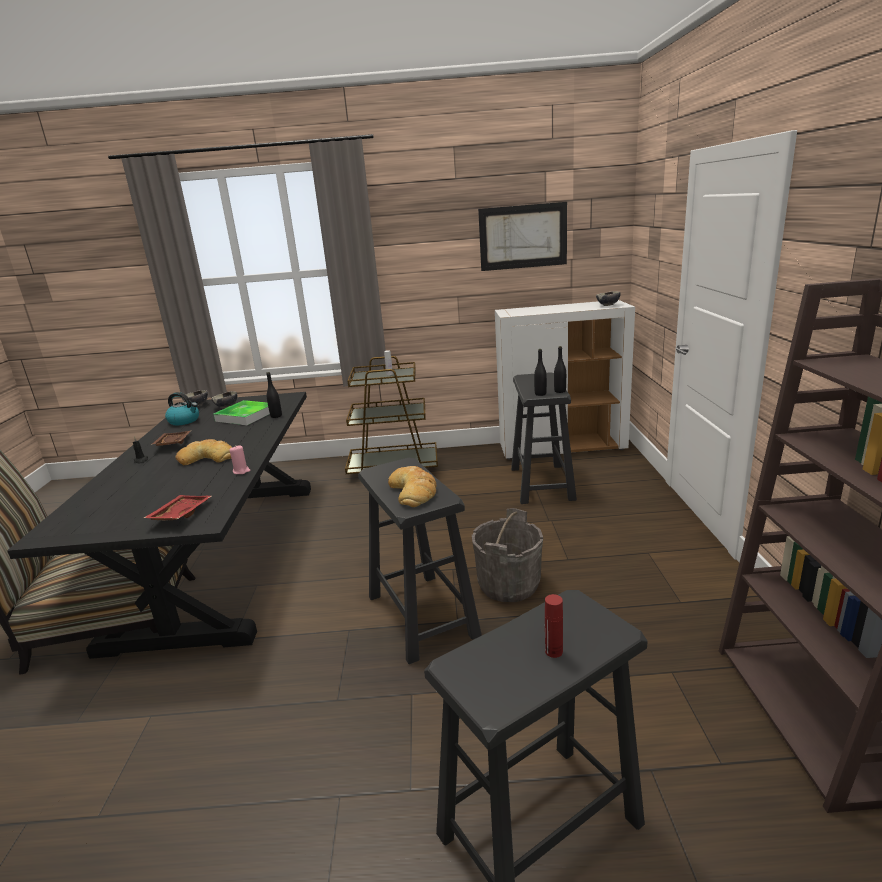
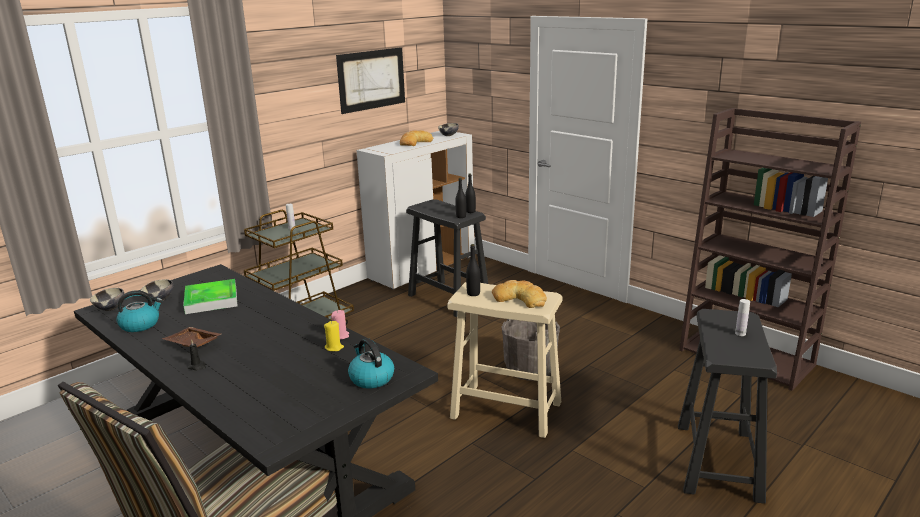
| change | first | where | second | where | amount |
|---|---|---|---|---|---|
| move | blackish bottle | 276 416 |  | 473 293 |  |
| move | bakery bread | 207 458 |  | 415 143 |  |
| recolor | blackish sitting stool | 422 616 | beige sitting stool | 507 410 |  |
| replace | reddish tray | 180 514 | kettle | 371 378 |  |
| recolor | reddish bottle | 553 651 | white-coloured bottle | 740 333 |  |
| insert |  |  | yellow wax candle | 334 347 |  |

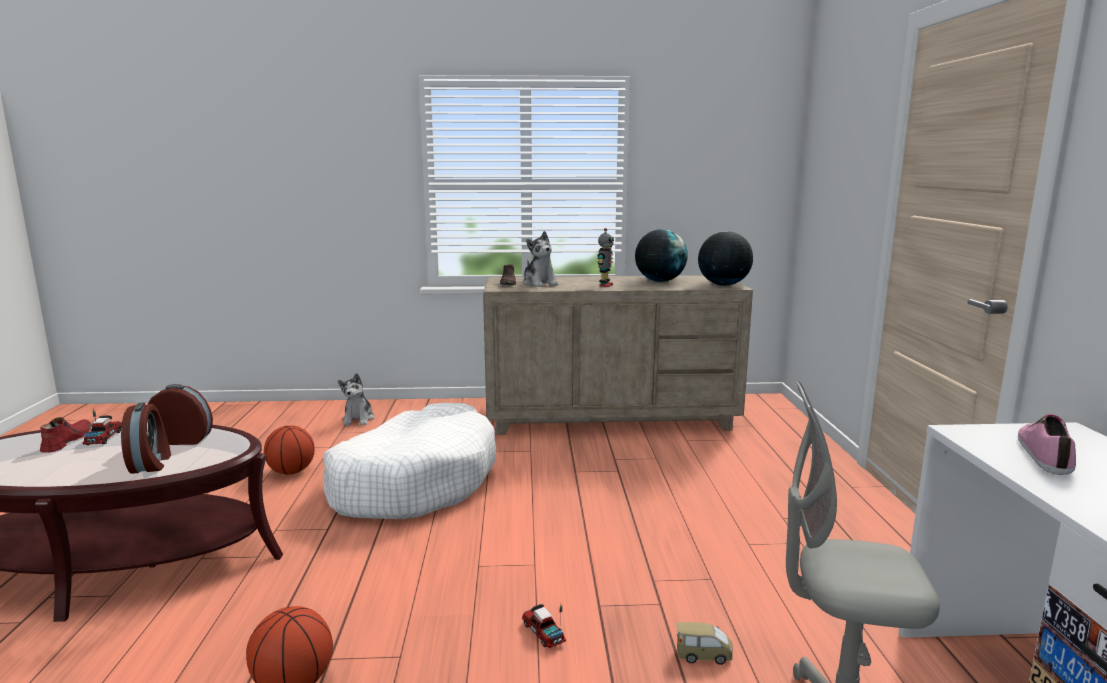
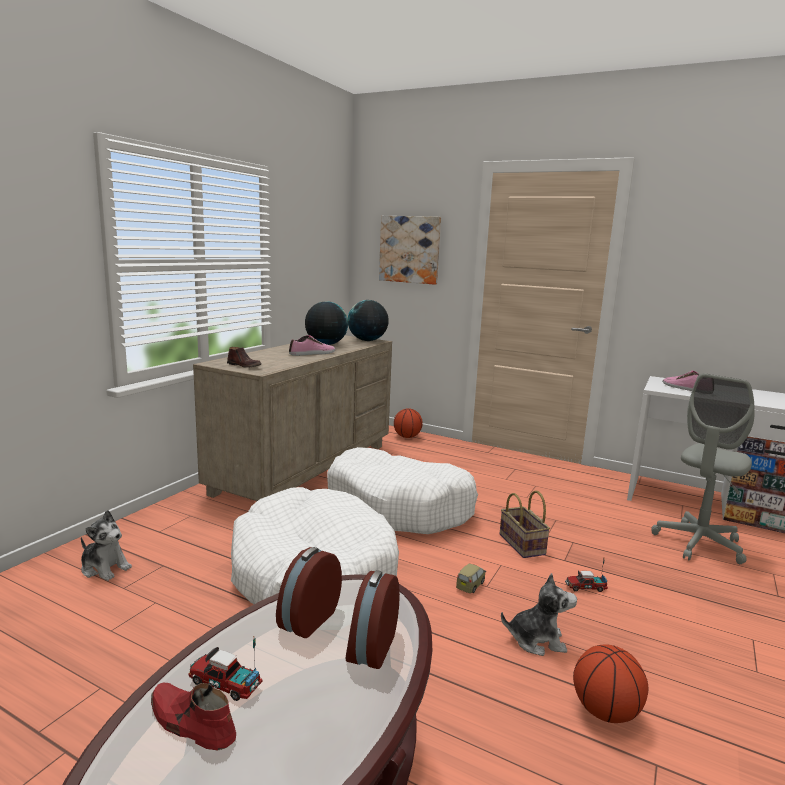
| change | first | where | second | where | amount |
|---|---|---|---|---|---|
| replace | model robot | 605 285 | item of footwear | 312 353 |  |
| move | cuddly toy | 539 283 |  | 537 640 |  |
| rotate | alarm clock | 151 463 |  | 370 647 | 90 degrees counterclockwise |
| move | ball for basketball | 291 472 |  | 407 437 |  |
| move | miniature car | 703 655 |  | 470 585 |  |
| insert |  |  | wall picture | 410 249 |  |
| insert |  |  | white-coloured pet bed | 399 508 |  |
| insert |  |  | basket | 523 545 |  |

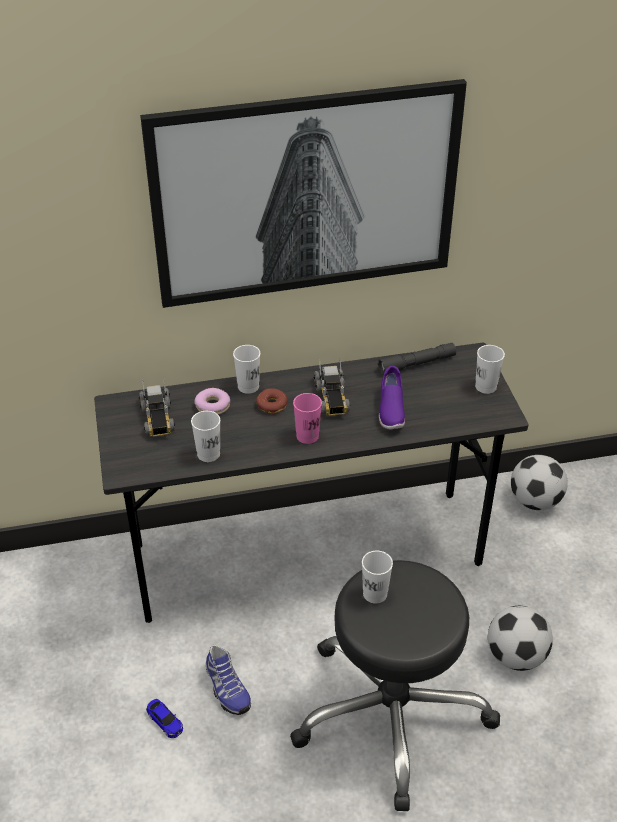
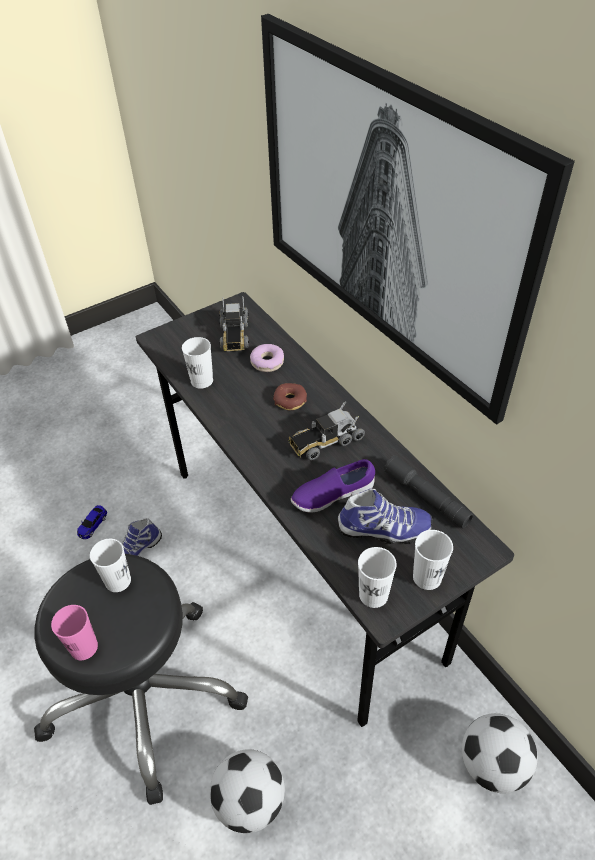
| change | first | where | second | where | amount |
|---|---|---|---|---|---|
| move | white-coloured cup | 248 386 |  | 373 595 |  |
| rotate | toy lorry | 157 418 |  | 234 334 | 60 degrees counterclockwise |
| move | pinkish cup | 307 436 |  | 84 647 |  |
| insert |  |  | item of footwear | 383 530 |  |

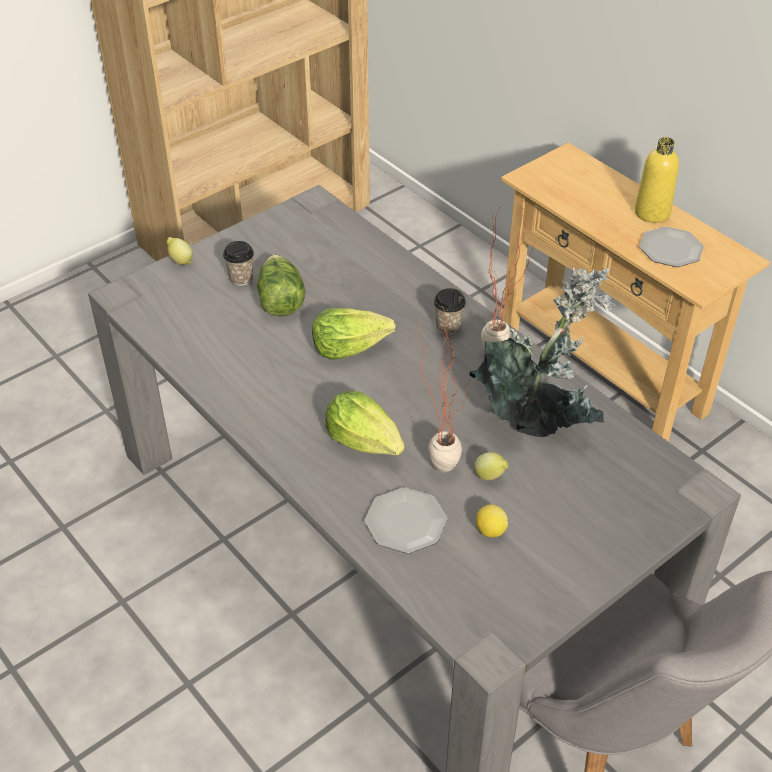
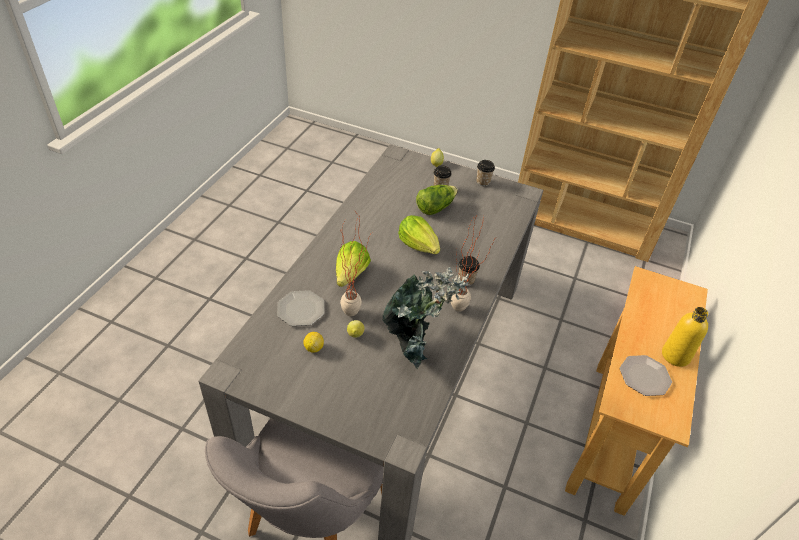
| change | first | where | second | where | amount |
|---|---|---|---|---|---|
| insert |  |  | cup | 483 182 |  |

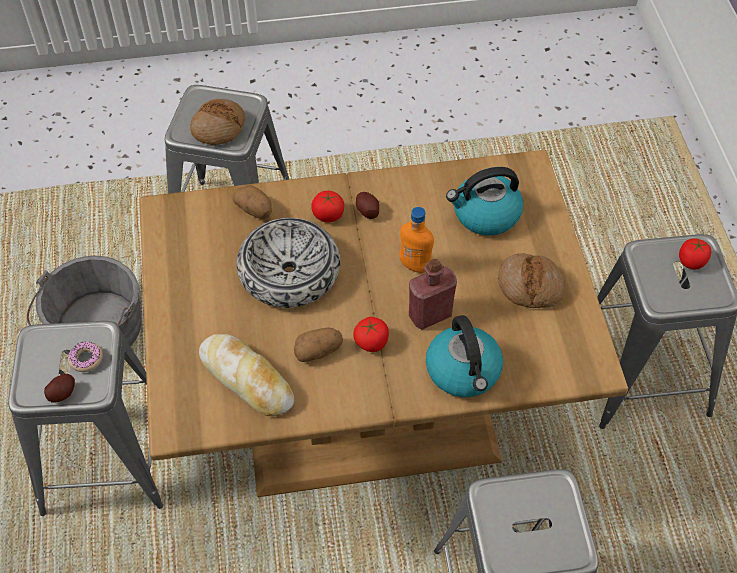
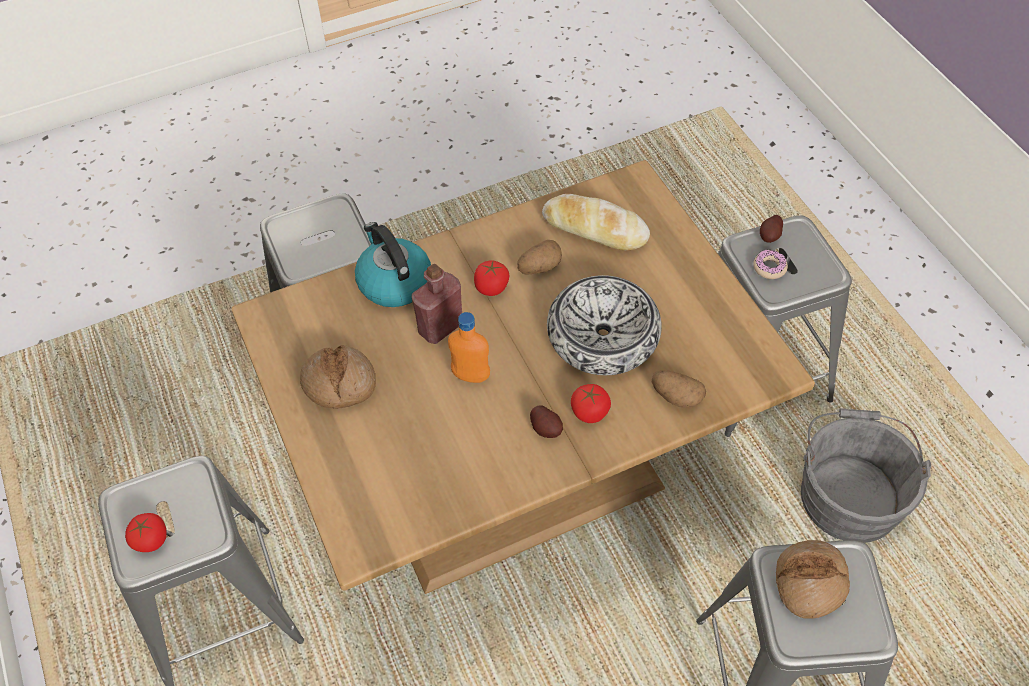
| change | first | where | second | where | amount |
|---|---|---|---|---|---|
| delete | kettle | 485 215 |  |  |  |

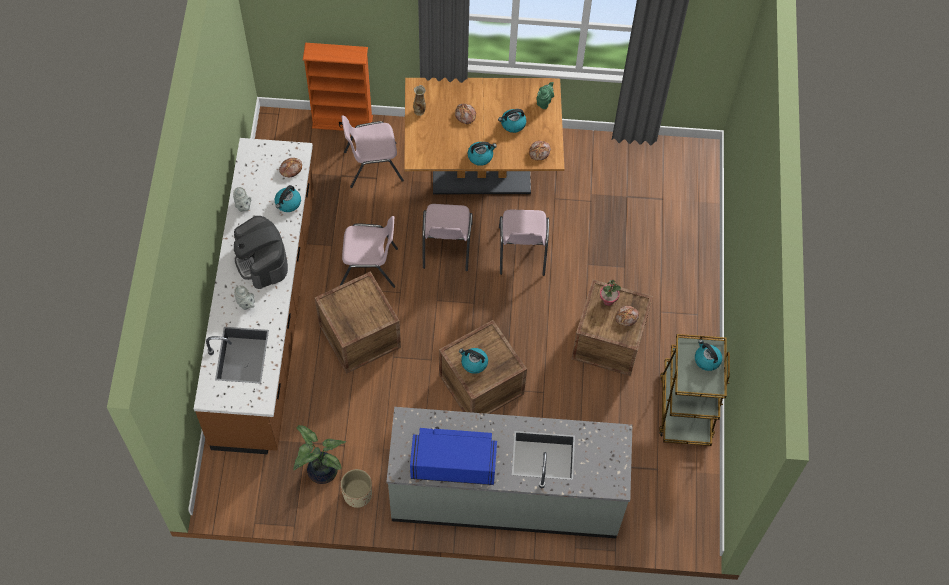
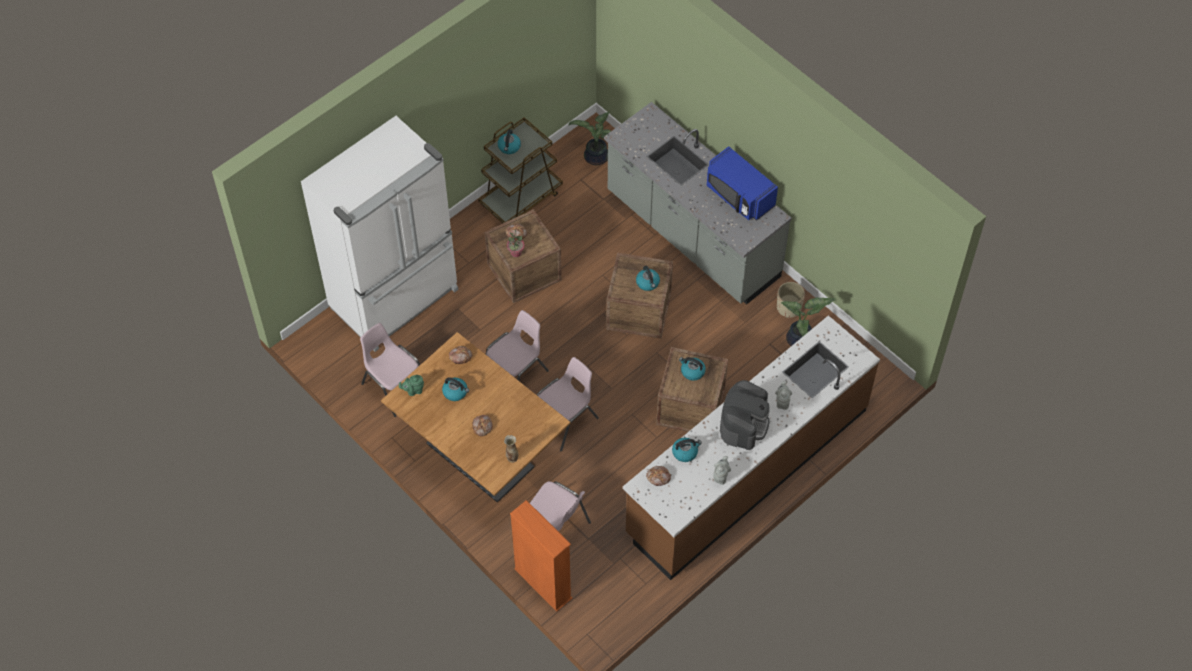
| change | first | where | second | where | amount |
|---|---|---|---|---|---|
| move | kettle | 480 156 |  | 692 371 |  |
| move | pinkish plain chair | 370 267 |  | 394 386 |  |
| insert |  |  | houseplant | 595 158 |  |
| insert |  |  | white-coloured fridge | 396 300 |  |

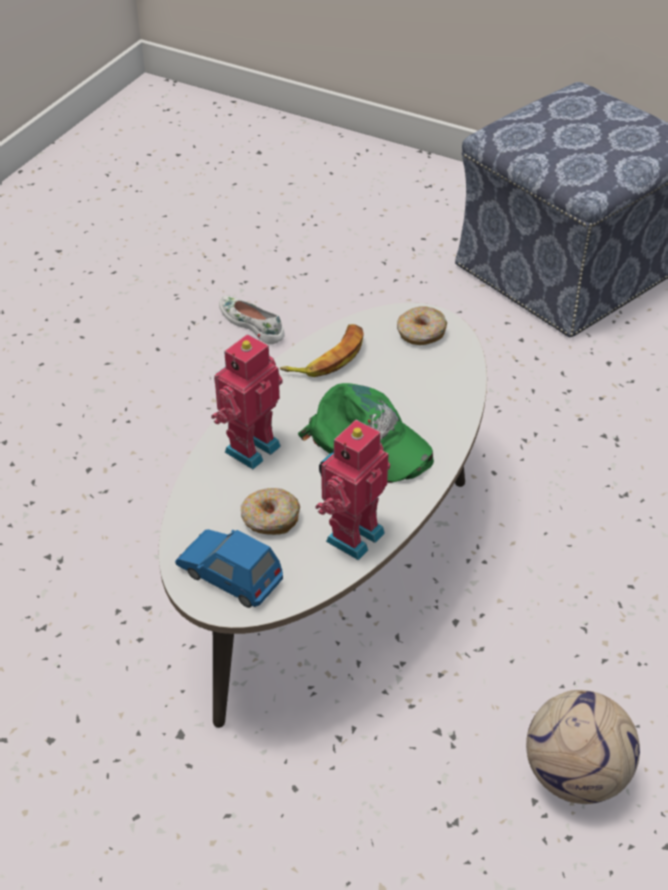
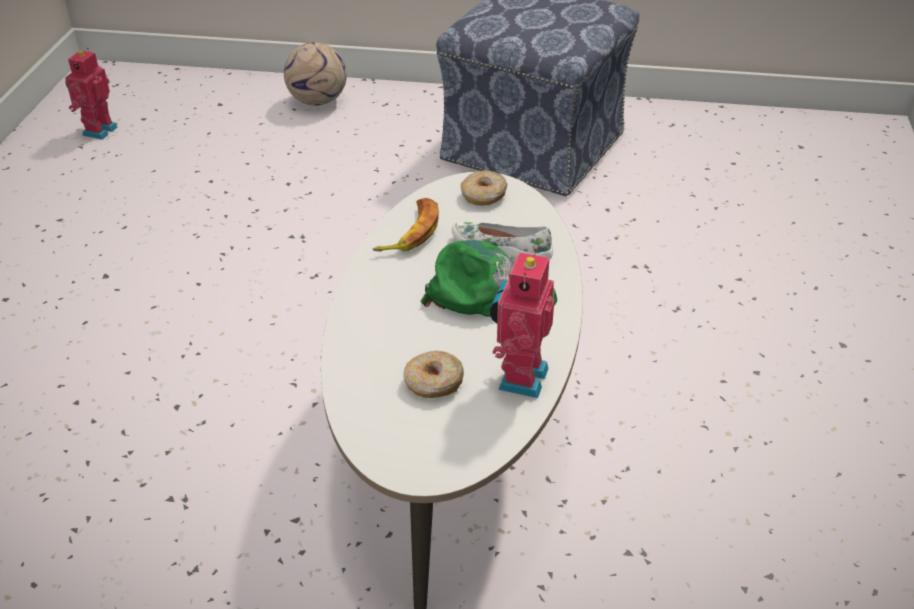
| change | first | where | second | where | amount |
|---|---|---|---|---|---|
| move | white-coloured item of footwear | 252 324 |  | 502 248 |  |
| move | model robot | 249 447 |  | 98 130 |  |
| delete | bluish miniature car | 230 575 |  |  |  |
| move | ball for football | 576 776 |  | 318 101 |  |

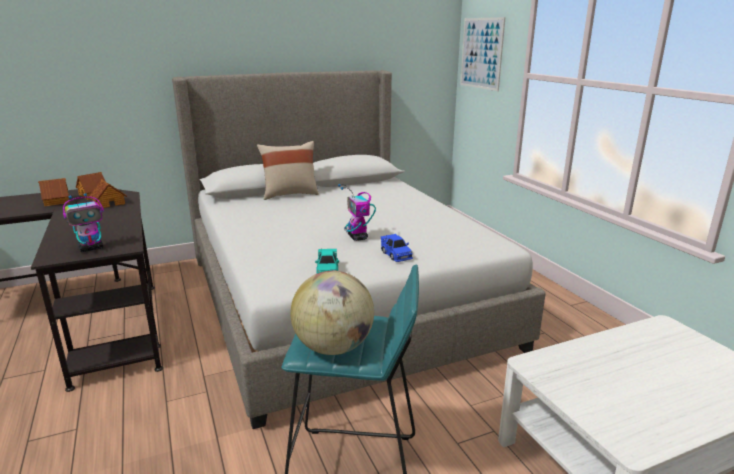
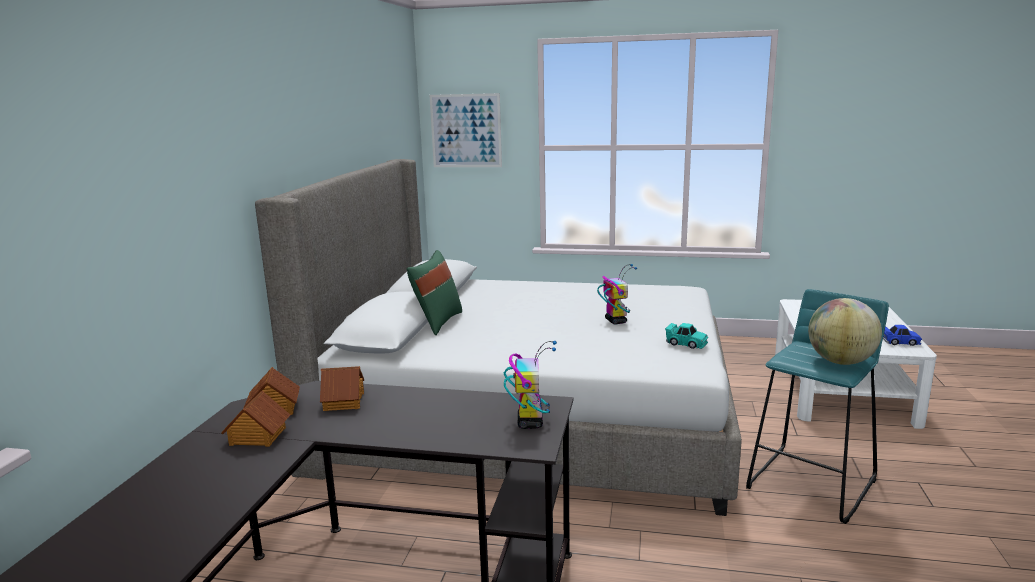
| change | first | where | second | where | amount |
|---|---|---|---|---|---|
| recolor | beige cushion | 290 194 | green-coloured cushion | 437 322 |  |
| rotate | model robot | 357 237 |  | 615 321 | 120 degrees counterclockwise |
| move | bluish miniature car | 396 255 |  | 900 342 |  |

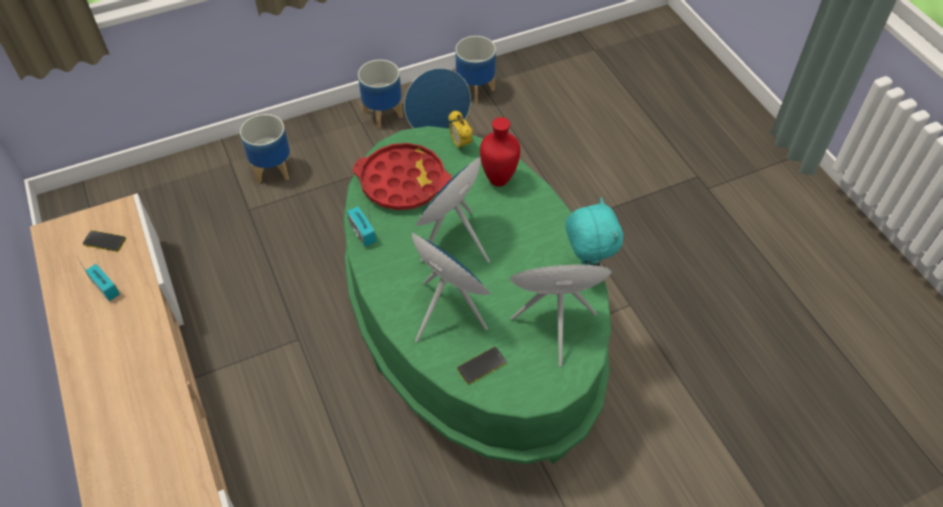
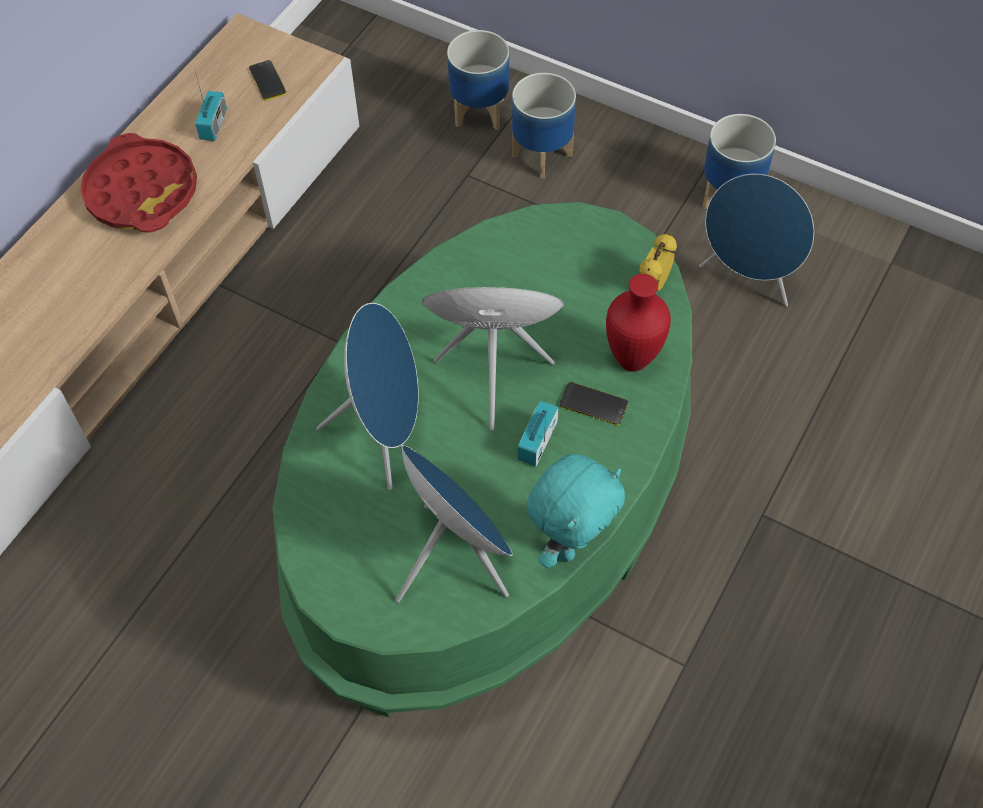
| change | first | where | second | where | amount |
|---|---|---|---|---|---|
| move | plant pot | 475 90 |  | 480 112 |  |
| move | reddish tray | 403 182 |  | 142 192 |  |
| move | radio | 362 233 |  | 537 441 |  |
| move | phone | 482 366 |  | 593 404 |  |

